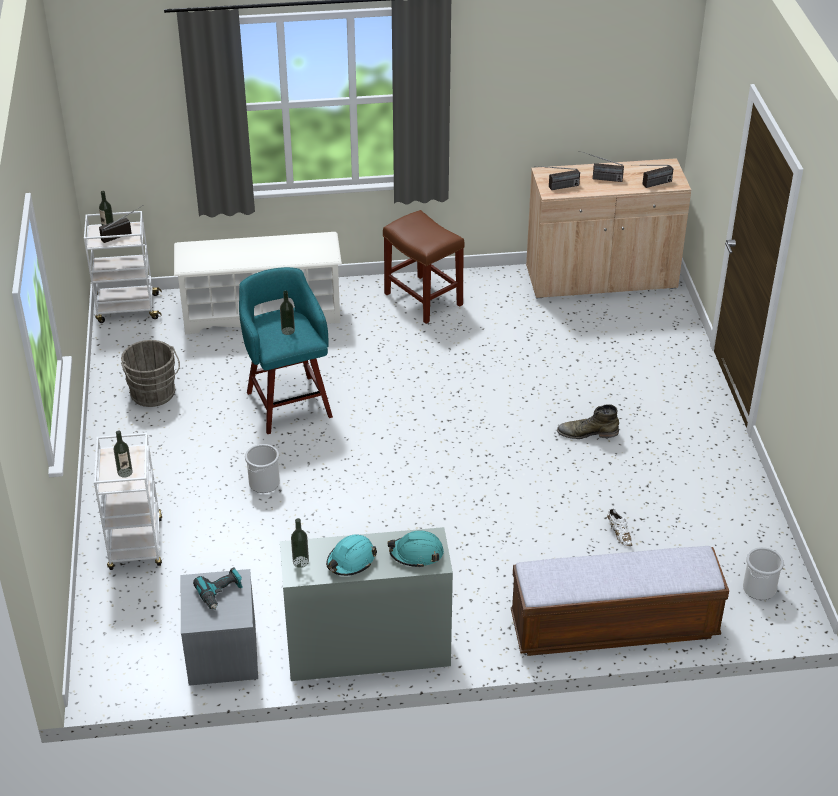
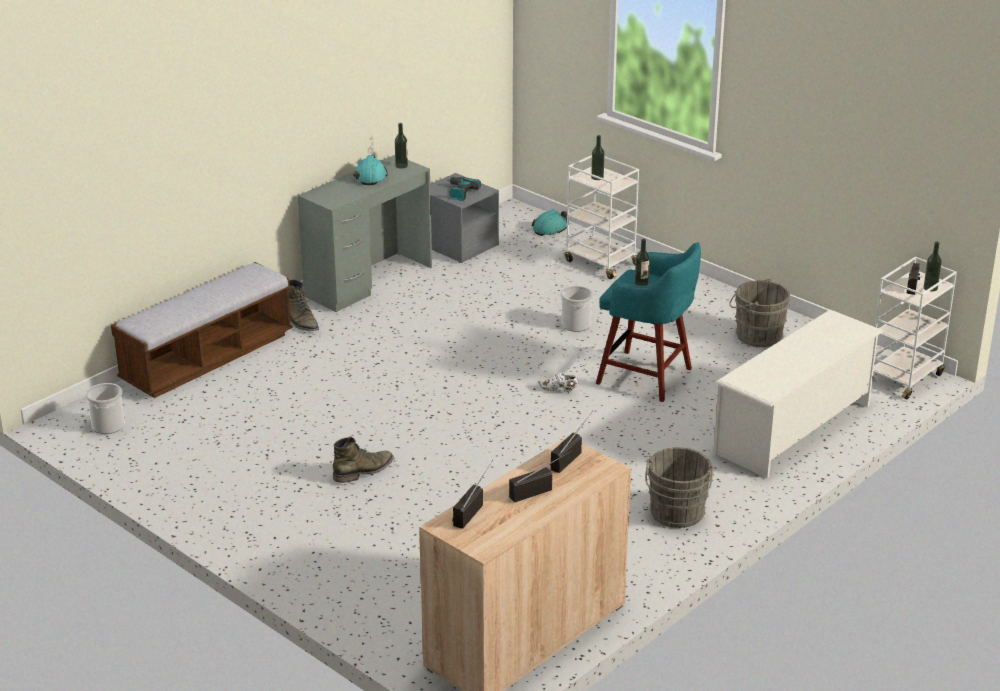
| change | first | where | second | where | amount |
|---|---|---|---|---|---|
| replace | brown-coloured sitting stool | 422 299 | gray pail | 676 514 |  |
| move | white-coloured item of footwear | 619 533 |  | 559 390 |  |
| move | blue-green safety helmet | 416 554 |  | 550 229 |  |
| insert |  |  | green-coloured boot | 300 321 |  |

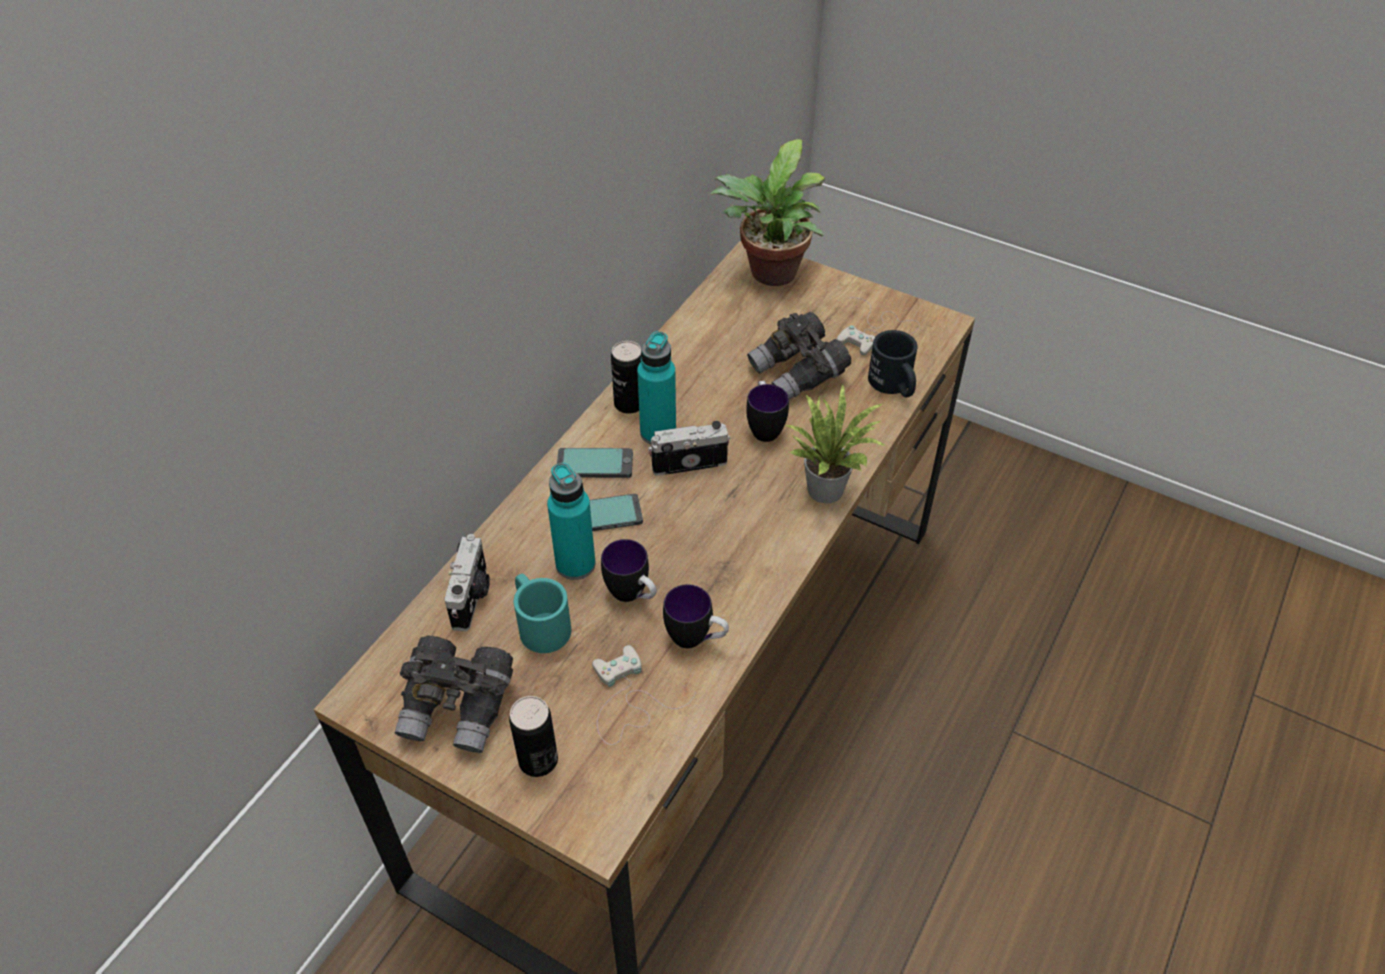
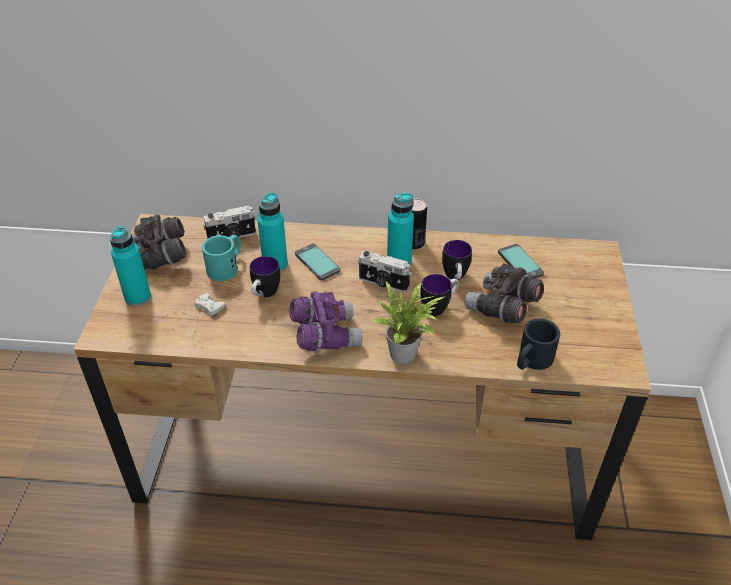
| change | first | where | second | where | amount |
|---|---|---|---|---|---|
| delete | houseplant | 769 275 |  |  |  |
| delete | white-coloured gamepad | 877 330 |  |  |  |
| rotate | still camera | 688 462 |  | 383 283 | 150 degrees clockwise |
| move | phone | 595 464 |  | 520 263 |  |
| move | mug | 696 639 |  | 455 278 |  |
| replace | metal can | 538 760 | blue-green bottle | 138 297 |  |
| insert |  |  | purple field glasses | 325 335 |  |

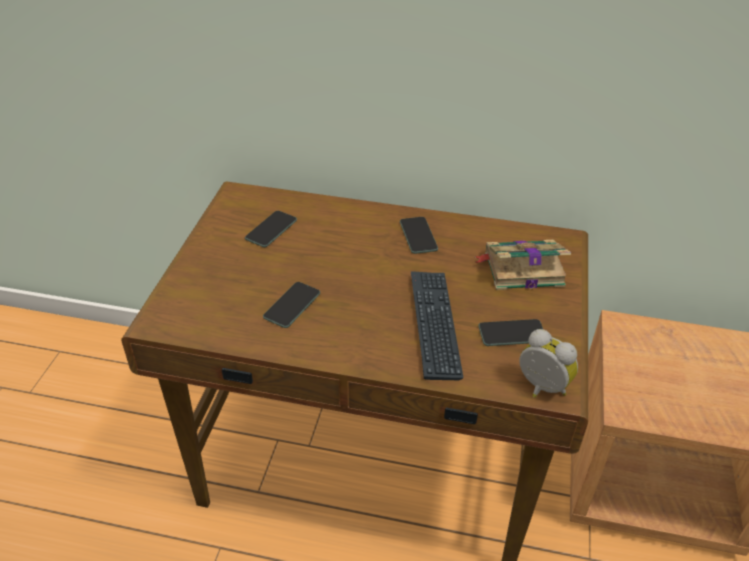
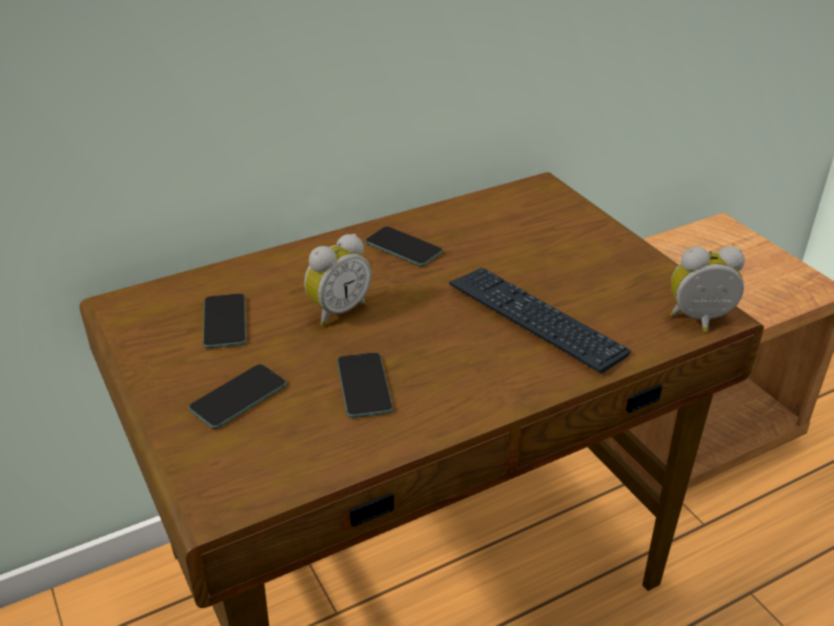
| change | first | where | second | where | amount |
|---|---|---|---|---|---|
| delete | volume | 521 269 |  |  |  |
| move | phone | 512 333 |  | 238 397 |  |
| insert |  |  | alarm clock | 337 310 |  |

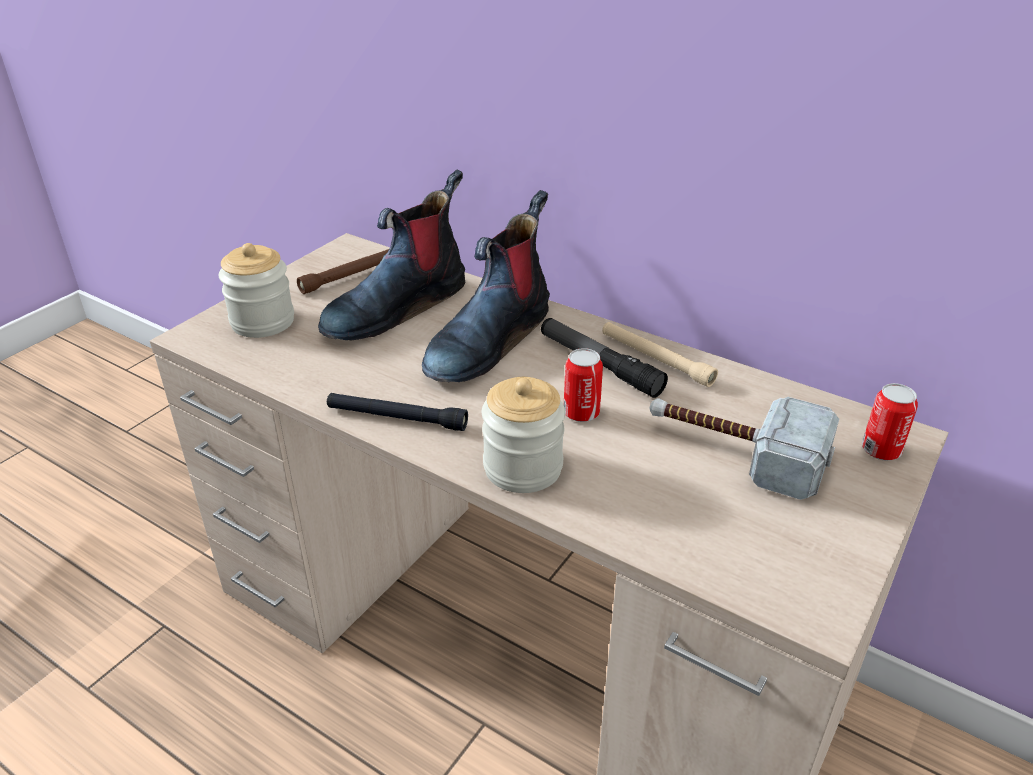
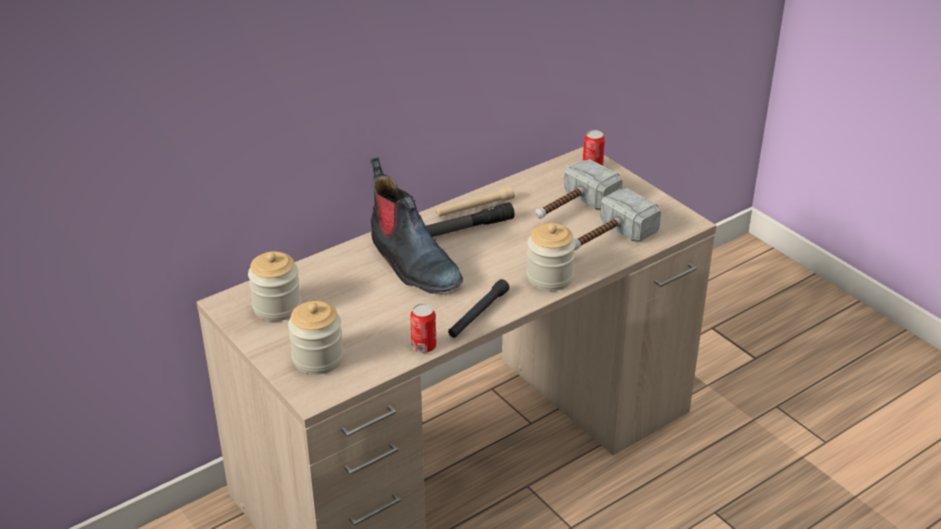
| change | first | where | second | where | amount |
|---|---|---|---|---|---|
| delete | boot | 396 307 |  |  |  |
| replace | brown-coloured hand torch | 352 275 | preserve jar | 277 307 |  |
| move | metal can | 581 413 |  | 423 346 |  |
| insert |  |  | hand hammer | 607 239 |  |

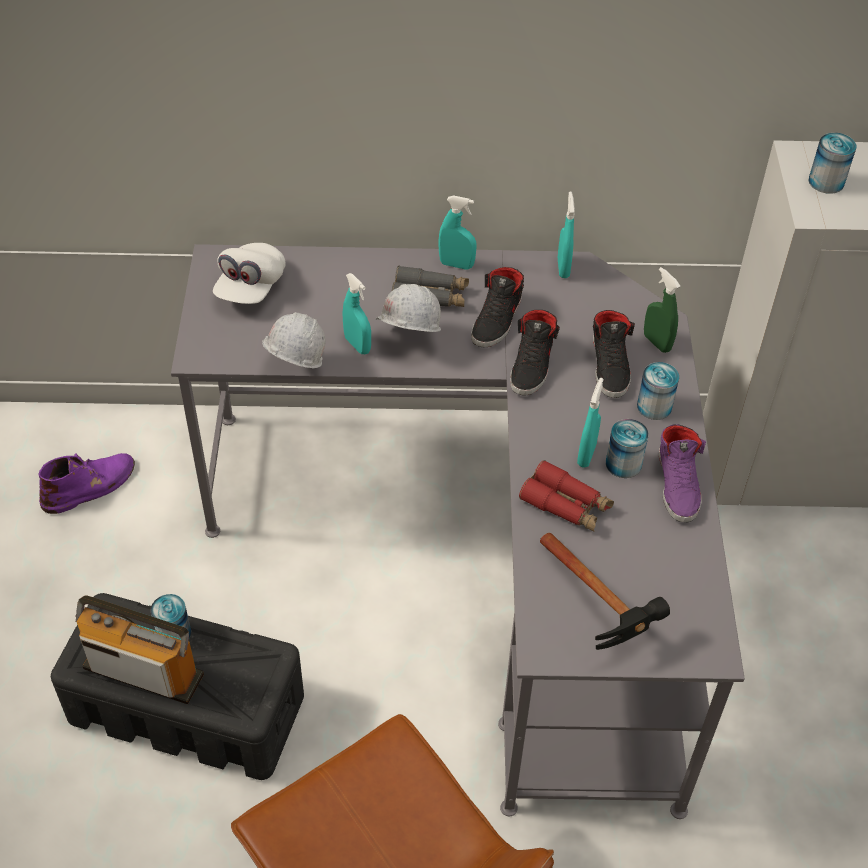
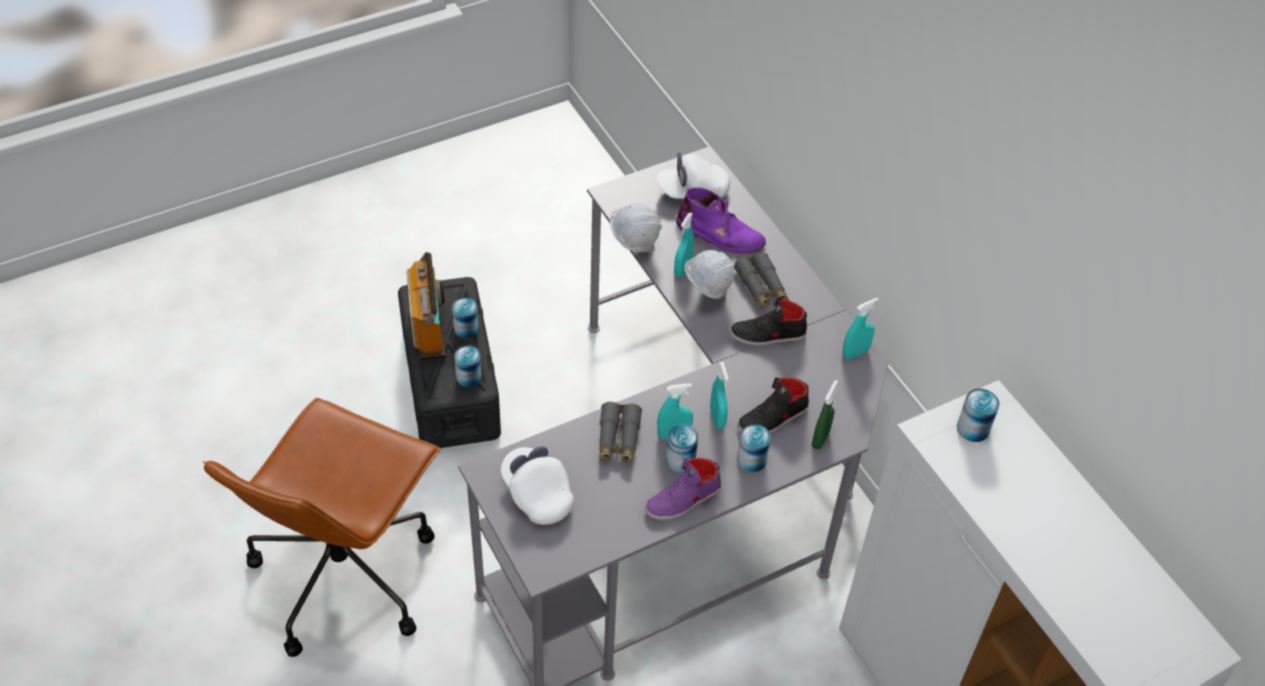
| change | first | where | second | where | amount |
|---|---|---|---|---|---|
| move | blue-green hand sprayer | 456 264 |  | 717 418 |  |
| delete | blackish item of footwear | 532 365 |  |  |  |
| move | purple boot | 90 486 |  | 720 235 |  |
| recolor | reddish field glasses | 566 505 | gray field glasses | 618 440 |  |
| replace | hand hammer | 602 612 | white-coloured cap | 537 494 |  |
| insert |  |  | metal can | 469 376 |  |

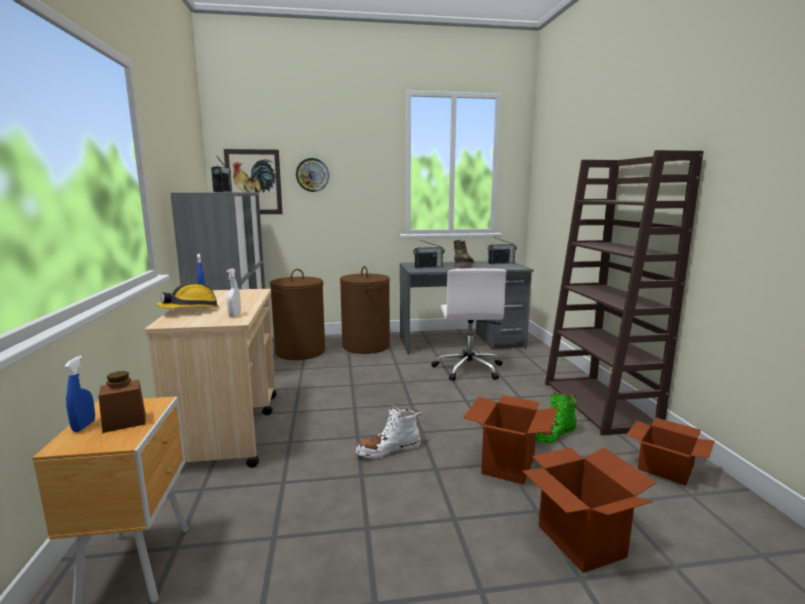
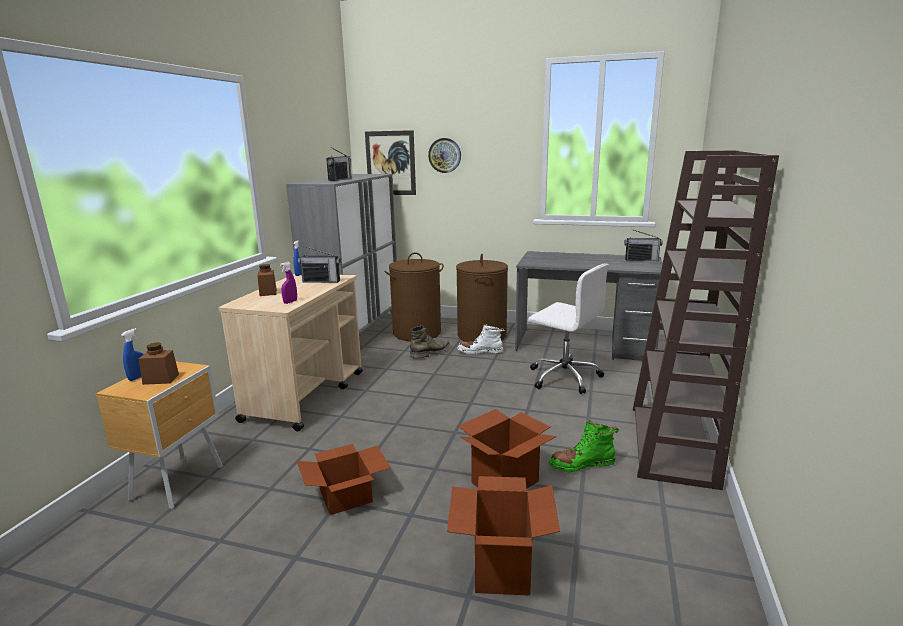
| change | first | where | second | where | amount |
|---|---|---|---|---|---|
| move | green-coloured boot | 464 265 |  | 431 352 |  |
| move | radio | 428 267 |  | 321 281 |  |
| recolor | white-coloured hand sprayer | 235 315 | purple hand sprayer | 290 302 |  |
| rotate | white-coloured computer chair | 468 369 |  | 563 377 | 75 degrees counterclockwise |
| replace | safety helmet | 190 310 | brown-coloured preserve jar | 268 292 |  |
| move | white-coloured boot | 388 450 |  | 480 351 |  |
| move | carton | 666 467 |  | 347 496 |  |

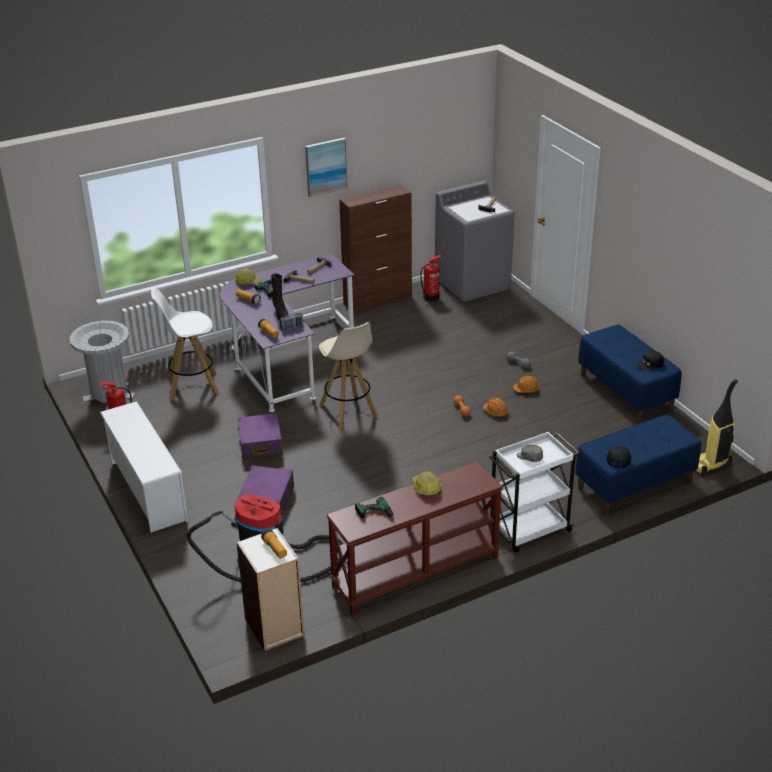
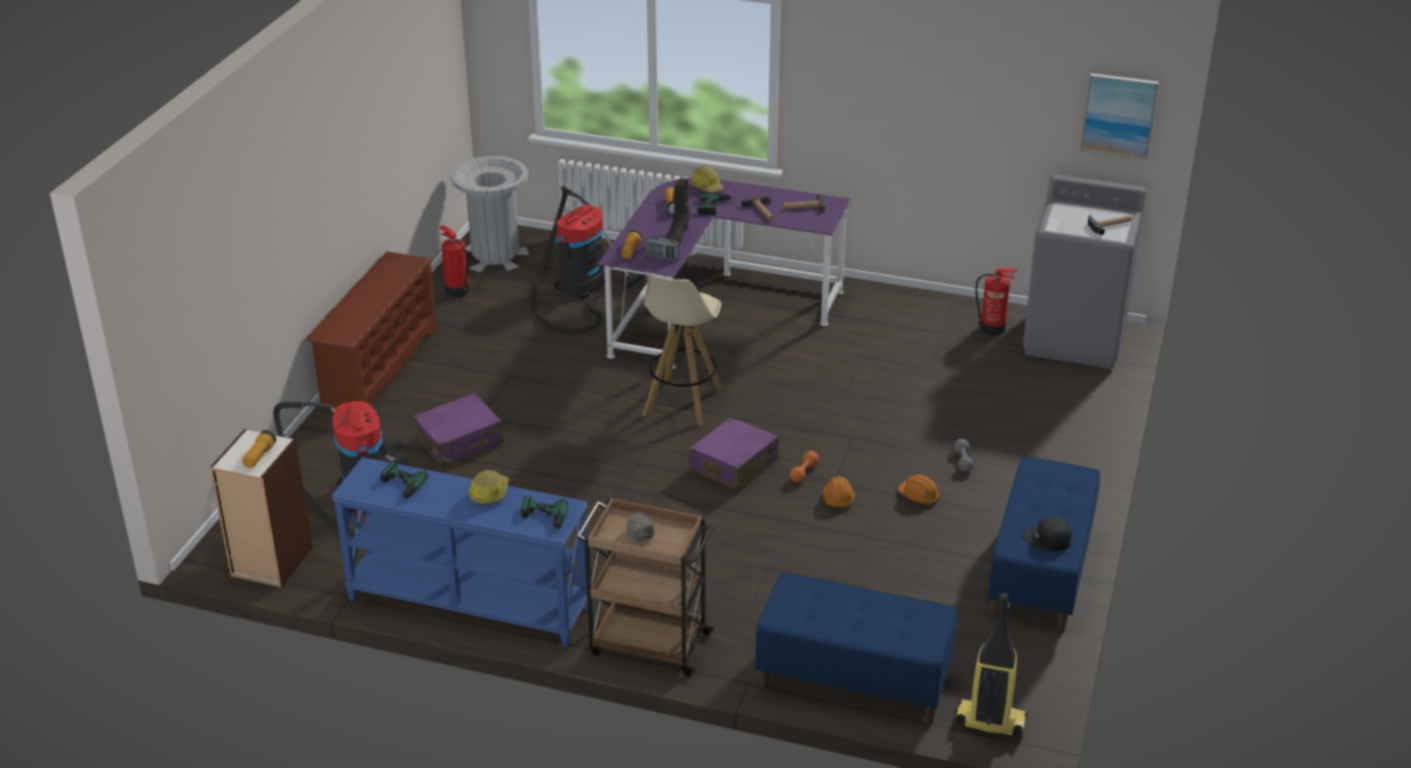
| change | first | where | second | where | amount |
|---|---|---|---|---|---|
| move | wall picture | 325 166 |  | 1119 115 |  |
| delete | brown-coloured cabinet | 378 299 |  |  |  |
| replace | white-coloured sitting stool | 192 386 | vacuum cleaner | 579 288 |  |
| recolor | white-coloured shoe rack | 147 491 | brown-coloured shoe rack | 379 366 |  |
| move | purple travel case | 260 444 |  | 733 466 |  |
| recolor | white-coloured cart | 529 530 | brown-coloured cart | 647 643 |  |
| delete | blackish cap | 618 458 |  |  |  |
| recolor | brown-coloured narrow table | 416 573 | bluish narrow table | 467 604 |  |
| insert |  |  | drill | 543 521 |  |

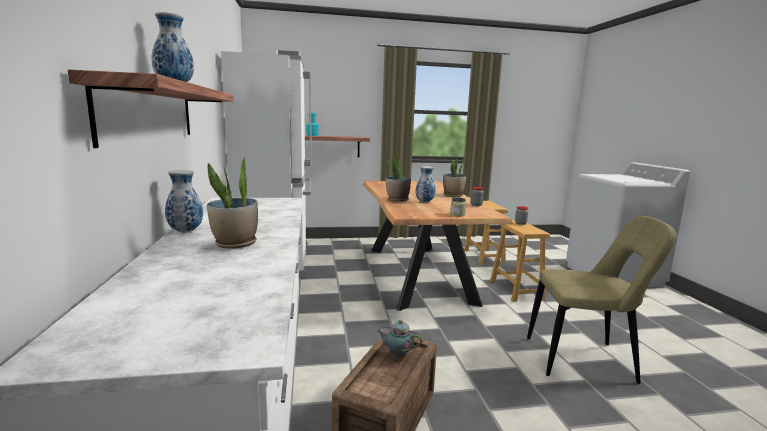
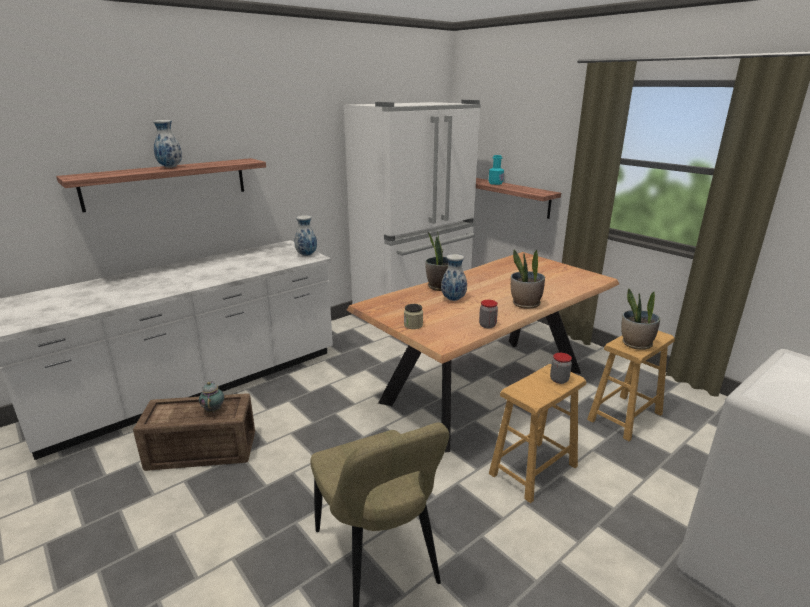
| change | first | where | second | where | amount |
|---|---|---|---|---|---|
| move | houseplant | 235 244 |  | 636 344 |  |
| move | flower vase | 185 231 |  | 306 255 |  |

